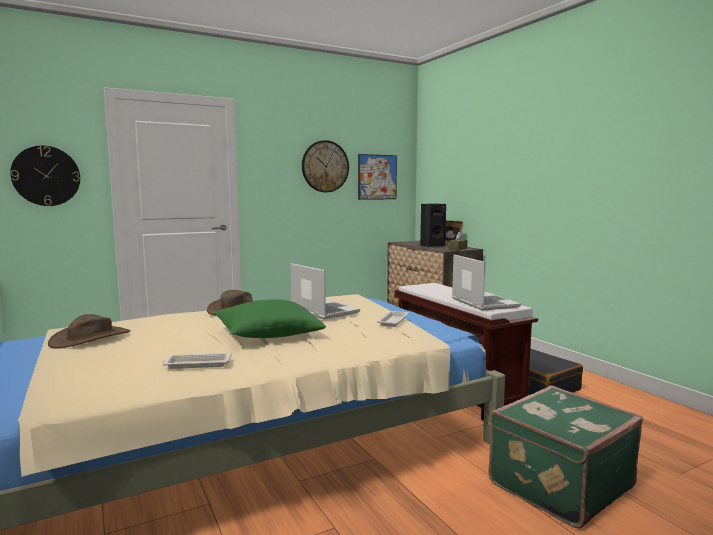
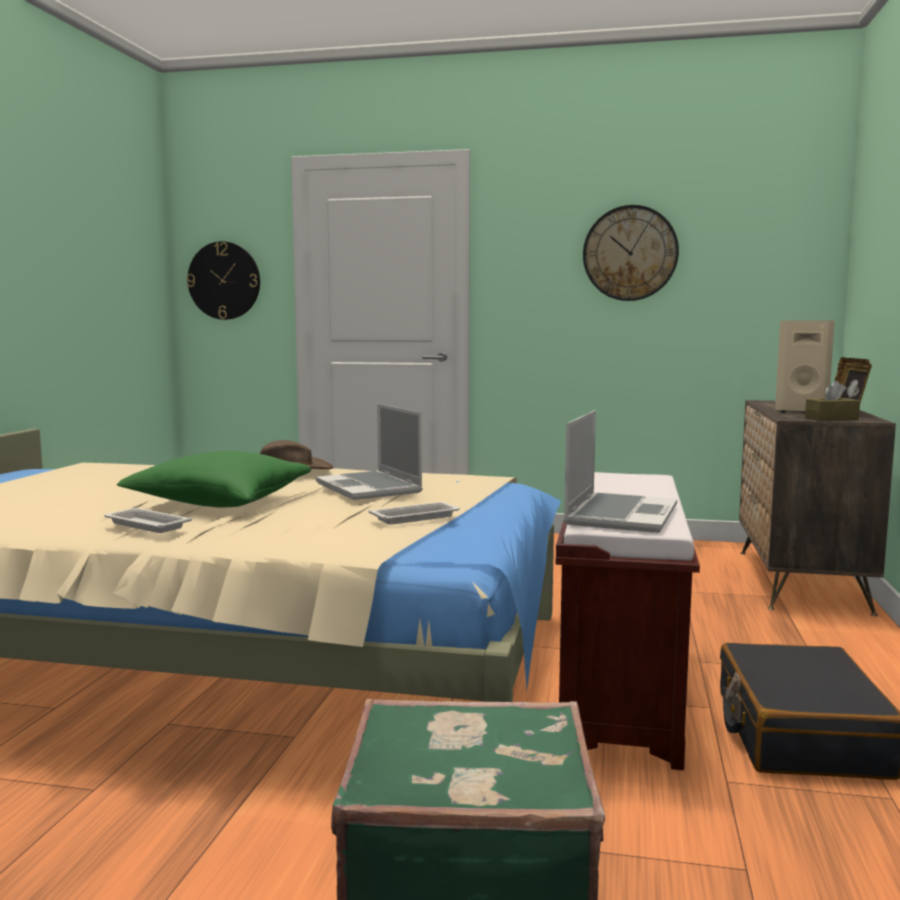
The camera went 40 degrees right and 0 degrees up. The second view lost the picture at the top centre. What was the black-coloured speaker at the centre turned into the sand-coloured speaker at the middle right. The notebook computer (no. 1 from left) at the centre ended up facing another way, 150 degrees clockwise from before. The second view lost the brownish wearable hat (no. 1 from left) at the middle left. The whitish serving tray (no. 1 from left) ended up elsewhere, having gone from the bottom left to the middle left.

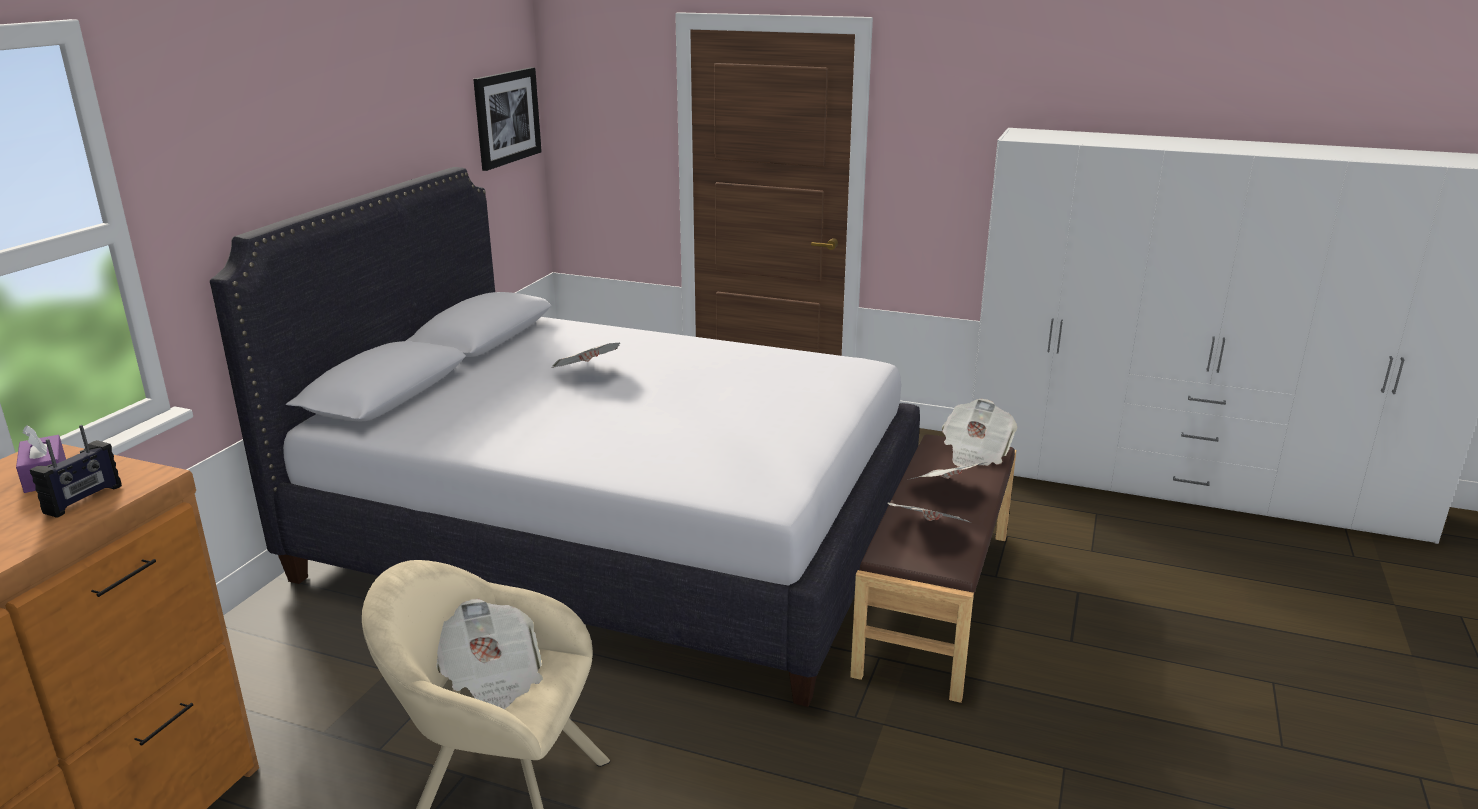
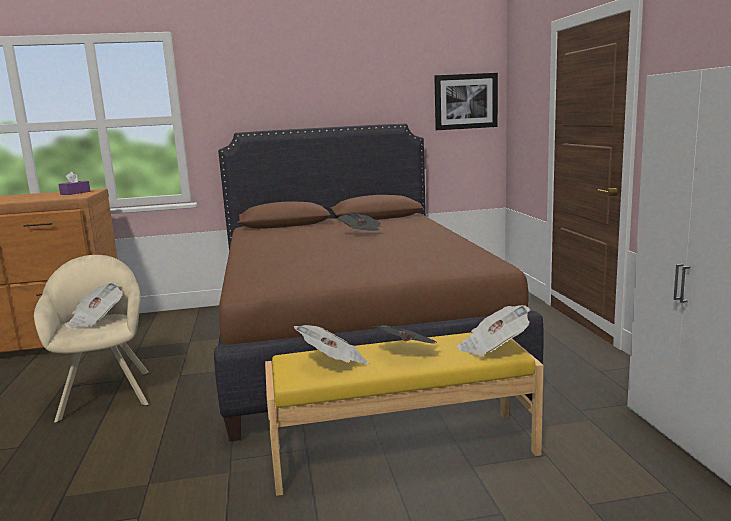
The camera went 60 degrees right and 10 degrees down. What was the whitish bedroom bed at the centre turned into the brownish bedroom bed at the centre. The second view lost the radio set at the middle left. What was the brownish indoor bench at the bottom centre turned into the yellowish indoor bench at the bottom centre.

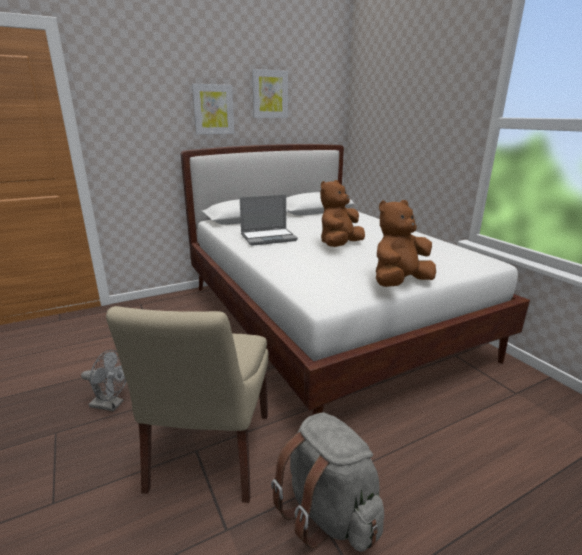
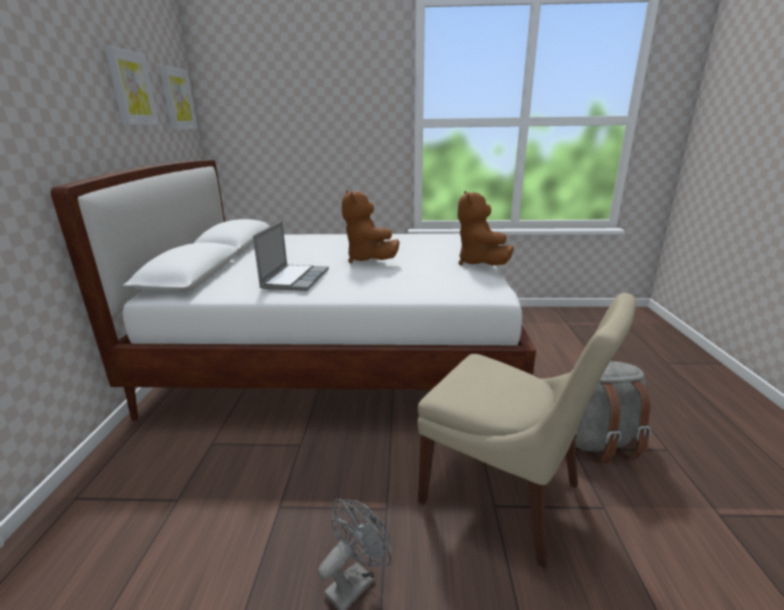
The camera went 60 degrees left and 0 degrees up. The picture (no. 1 from left in the first image) ended up elsewhere, having gone from the top centre to the top left.

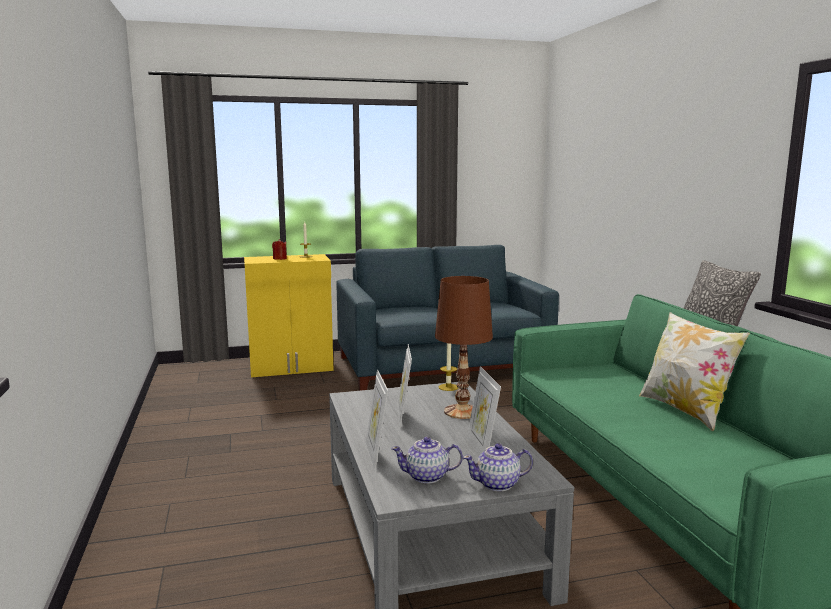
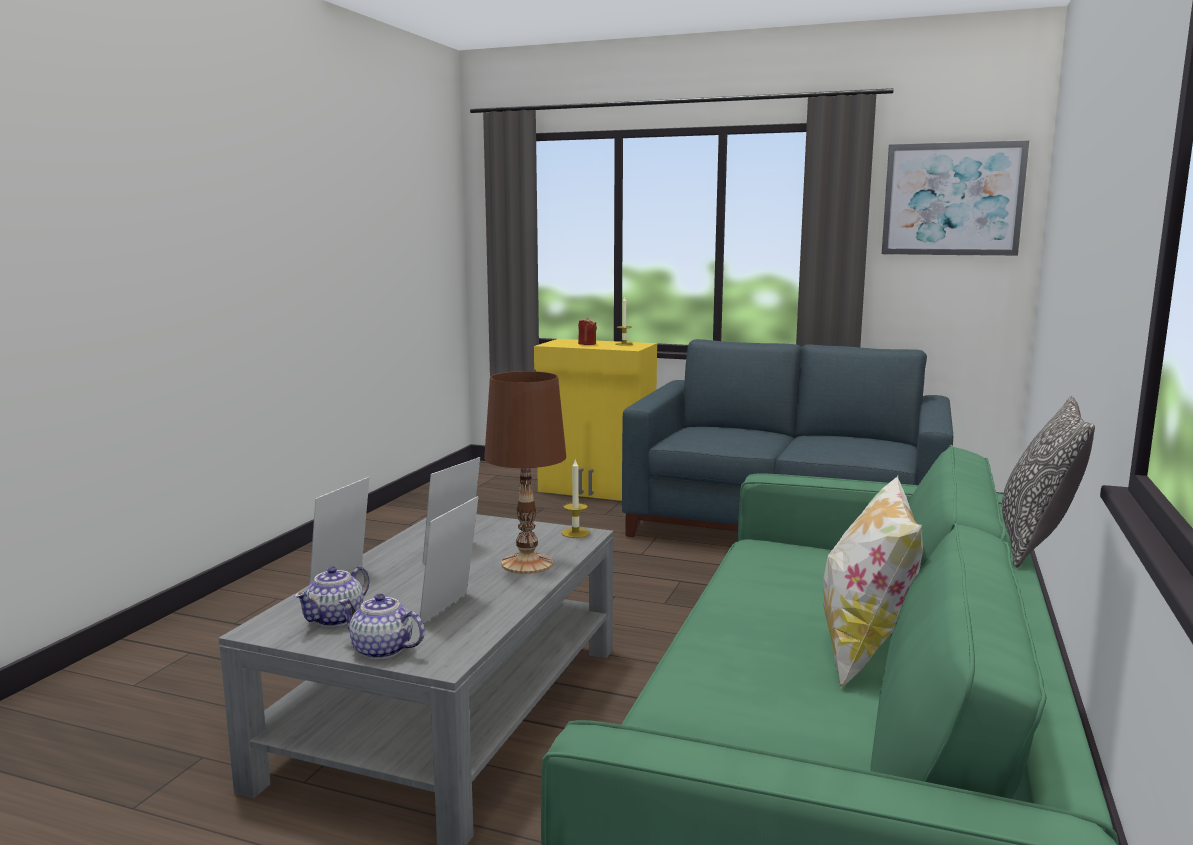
The camera went 35 degrees right and 0 degrees up. The pot for tea (no. 1 from left) at the bottom centre ended up facing another way, 90 degrees counterclockwise from before. The second view gained the picture at the top right.

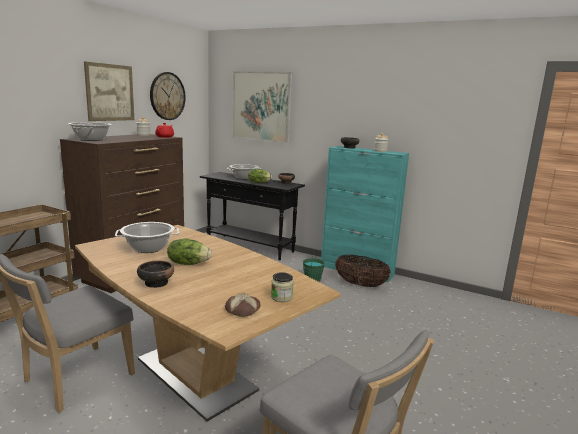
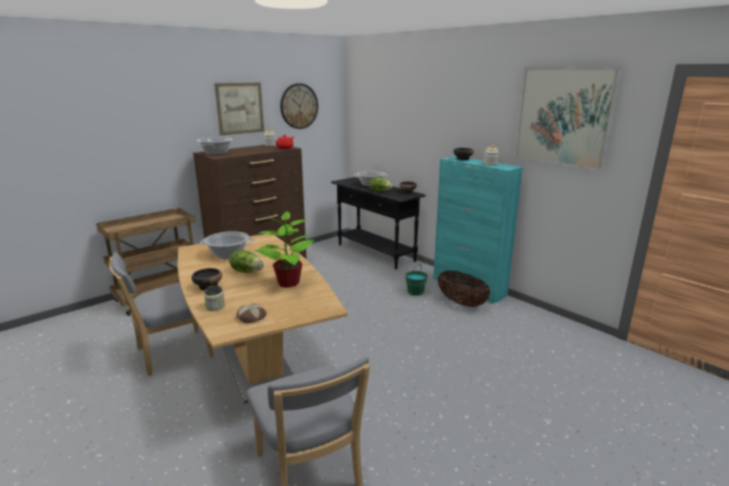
The camera went 20 degrees right and 5 degrees up. The picture (no. 2 from left) ended up elsewhere, having gone from the top centre to the top right. The storage jar (no. 2 from left in the first image) ended up elsewhere, having gone from the centre to the middle left. The second view gained the plant in a pot at the centre.

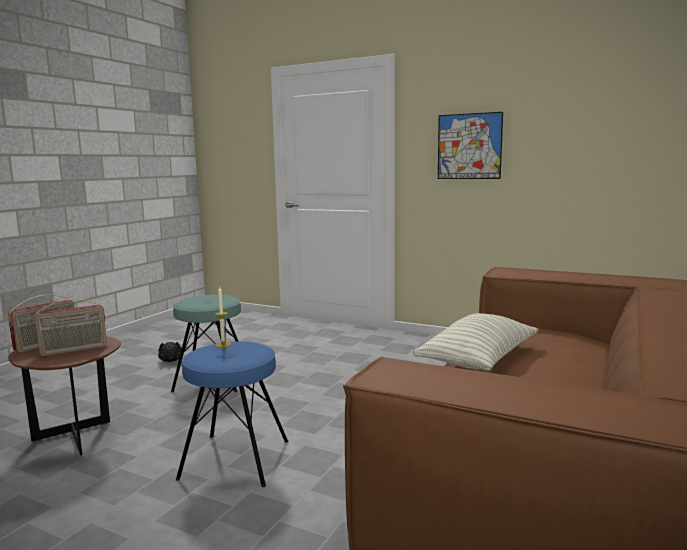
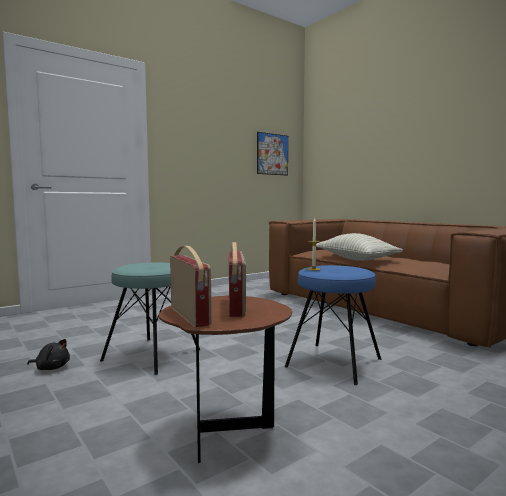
The camera went 65 degrees left and 5 degrees down. The picture ended up elsewhere, having gone from the top right to the top centre.

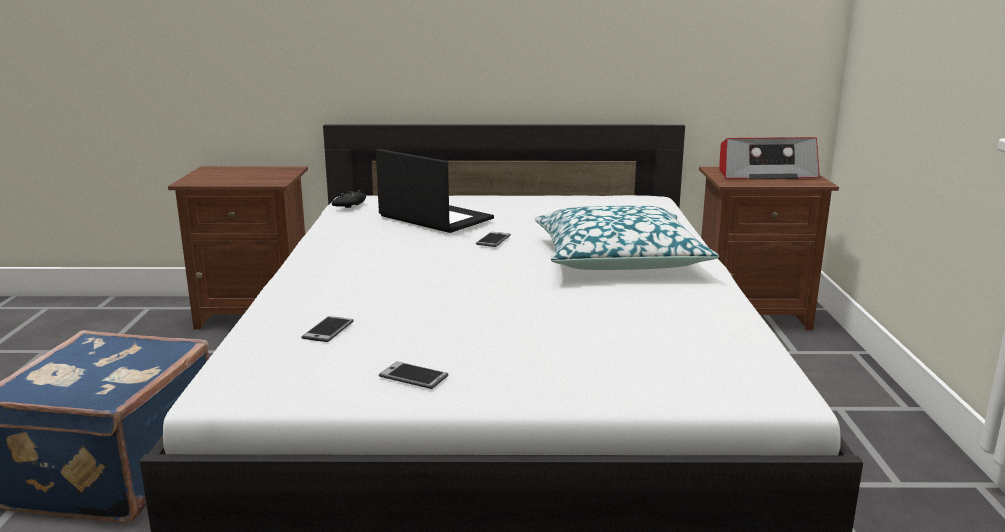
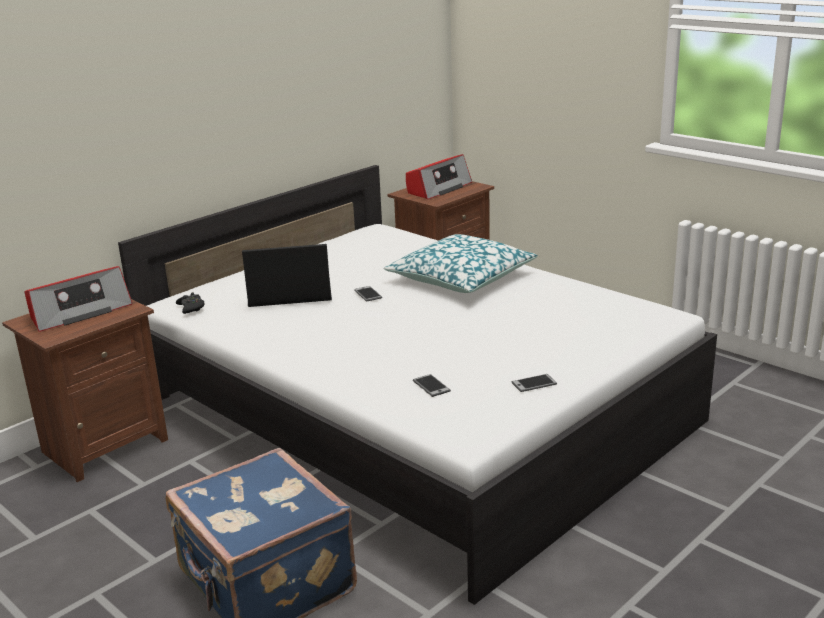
The camera went 45 degrees left and 5 degrees up. The second view gained the radio set (no. 1 from left) at the middle left.

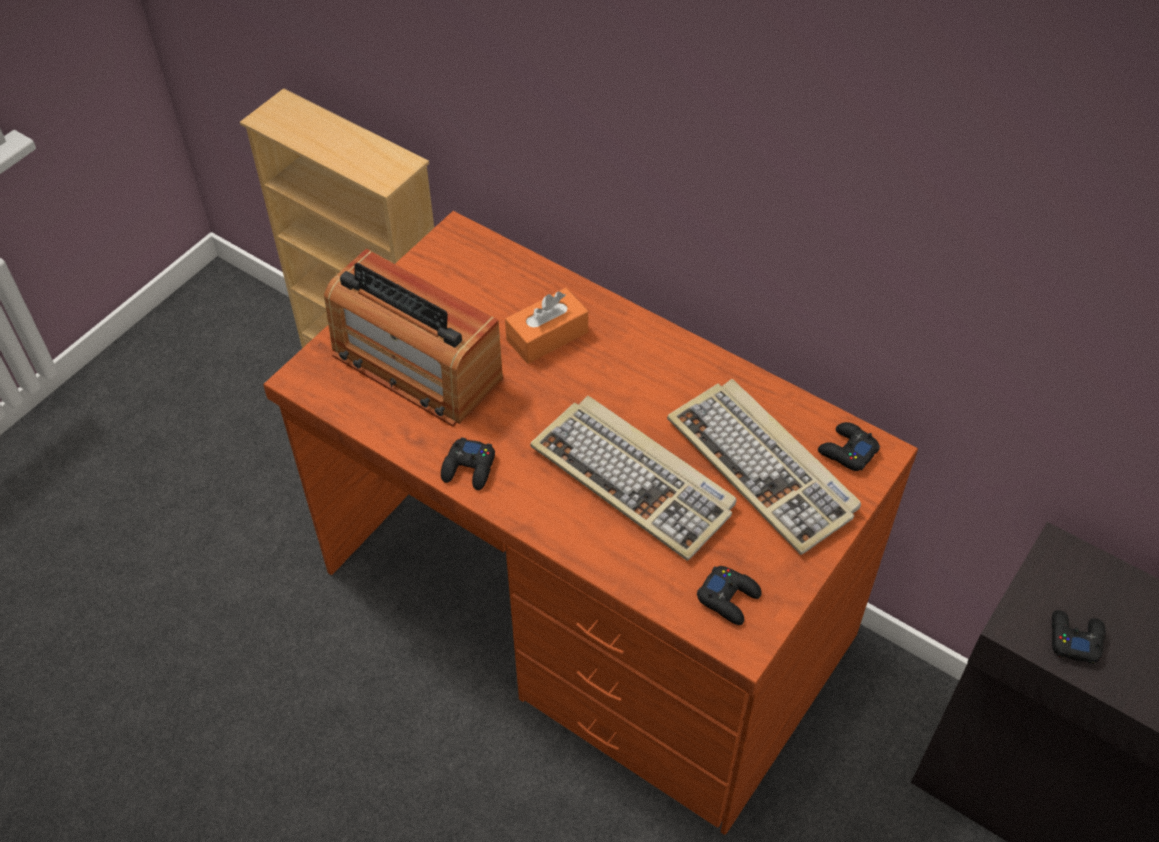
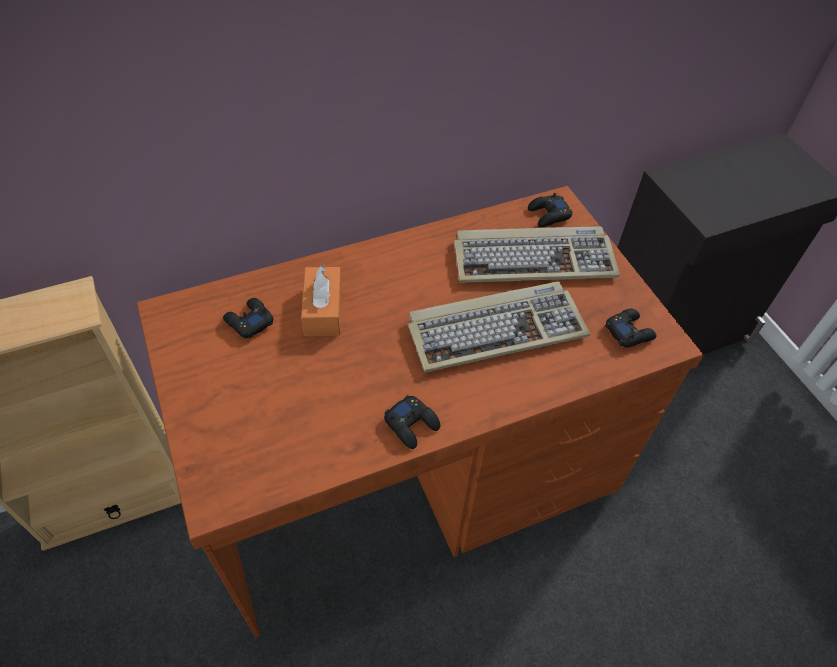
The camera went 60 degrees left and 0 degrees up. The second view lost the radio set at the centre. The black-coloured game controller (no. 4 from left in the first image) ended up elsewhere, having gone from the bottom right to the middle left.

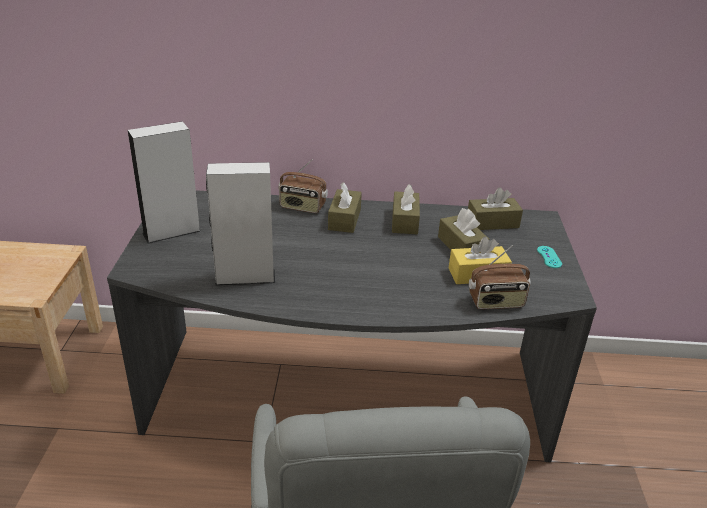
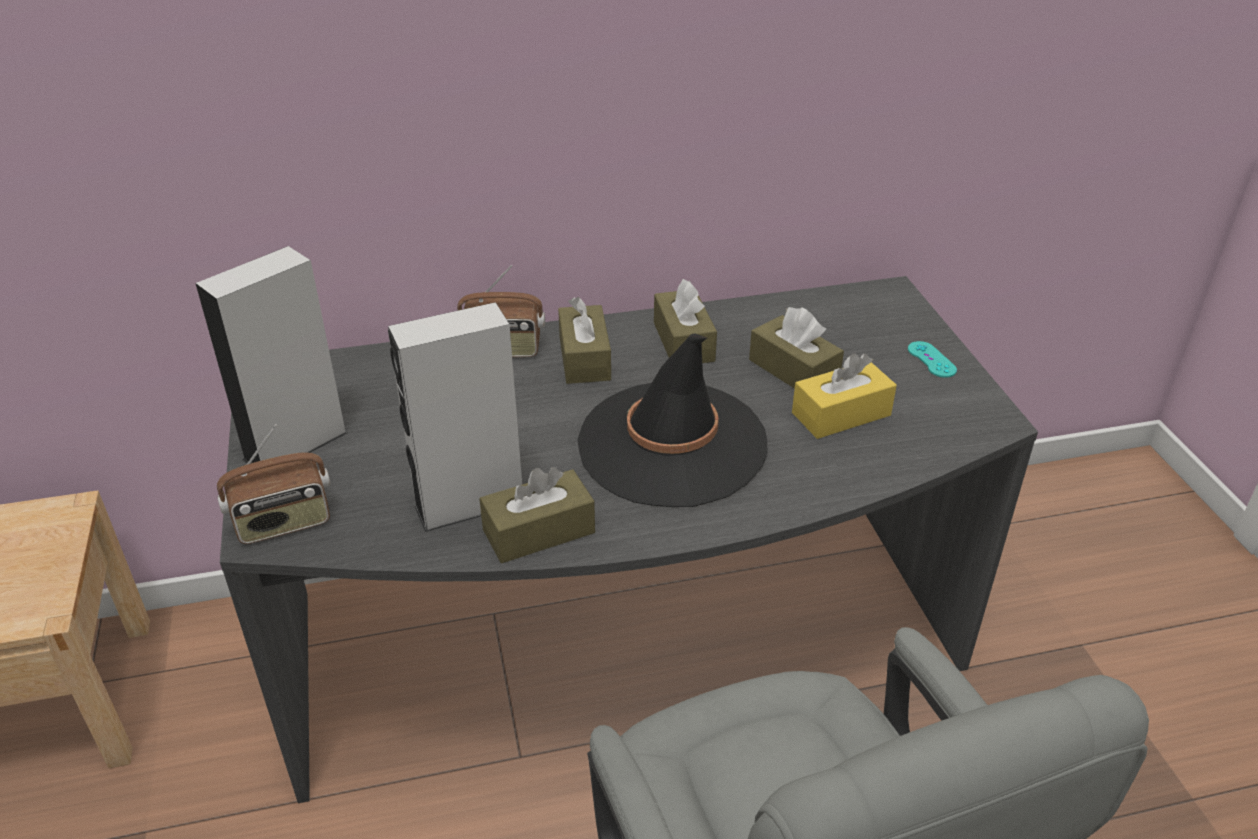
The camera went 15 degrees left and 5 degrees up. The brownish box of tissues (no. 4 from left in the first image) ended up elsewhere, having gone from the middle right to the centre. The radio set (no. 2 from left in the first image) ended up elsewhere, having gone from the middle right to the middle left. The second view gained the black-coloured wearable hat at the centre.

